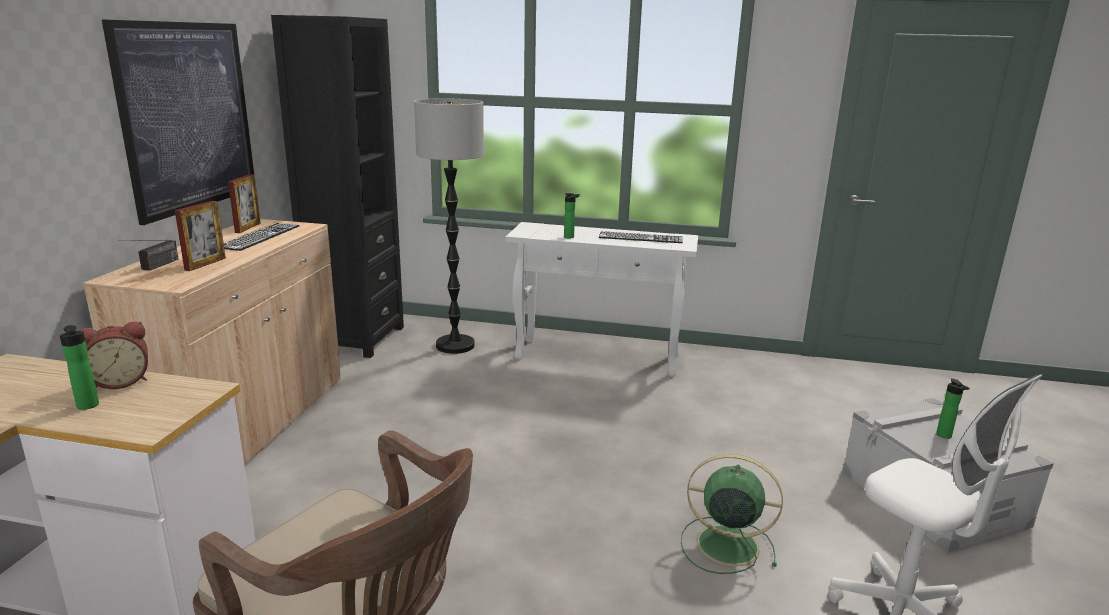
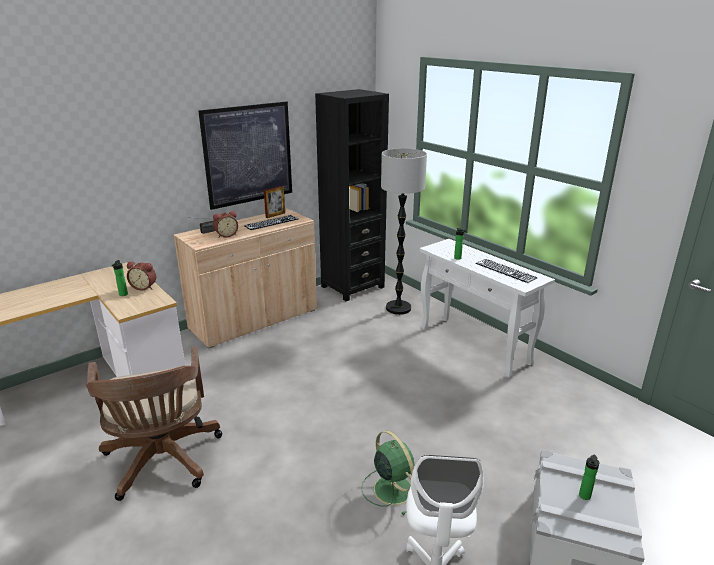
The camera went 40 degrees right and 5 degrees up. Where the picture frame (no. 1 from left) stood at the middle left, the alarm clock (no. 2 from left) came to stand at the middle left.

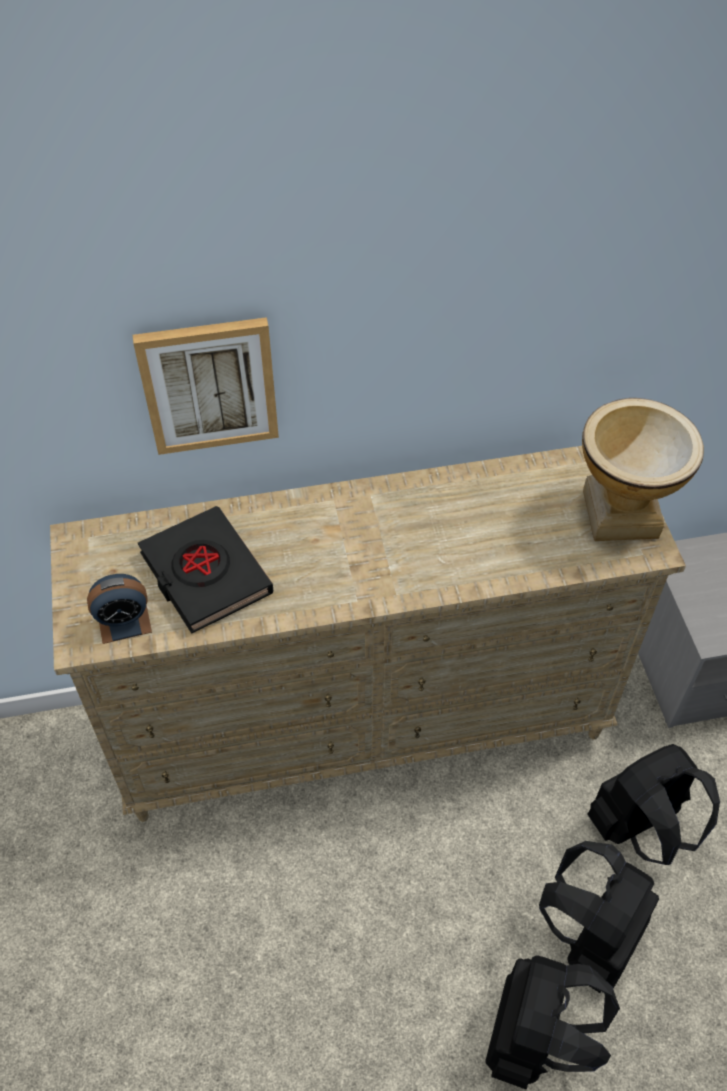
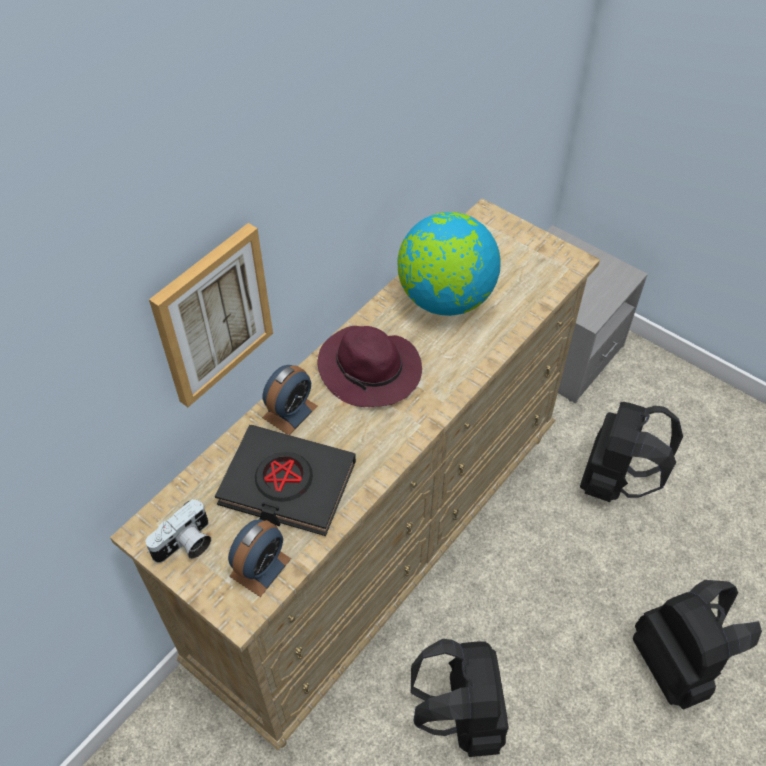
The camera went 40 degrees left and 0 degrees up. The second view lost the vase at the middle right. The black-coloured rucksack (no. 2 from left in the first image) ended up elsewhere, having gone from the bottom right to the bottom centre. The second view gained the globe at the centre. The second view gained the purplish wearable hat at the centre. The second view gained the alarm clock (no. 2 from left) at the centre. The second view gained the photo camera at the bottom left.

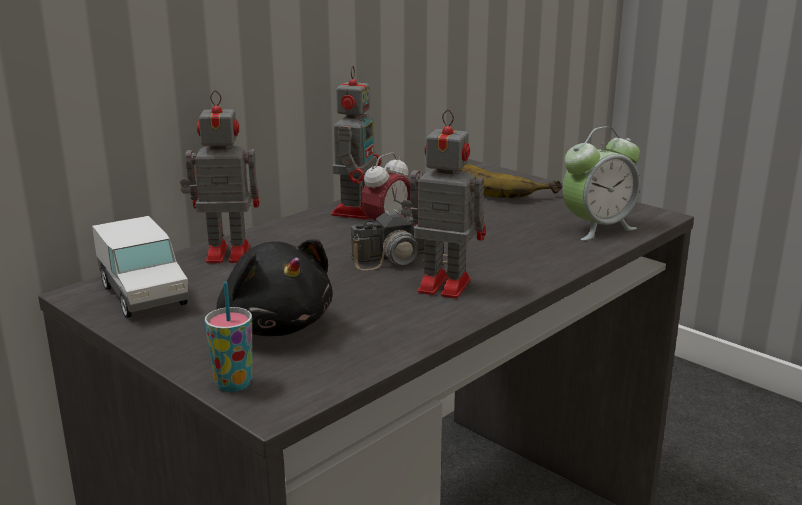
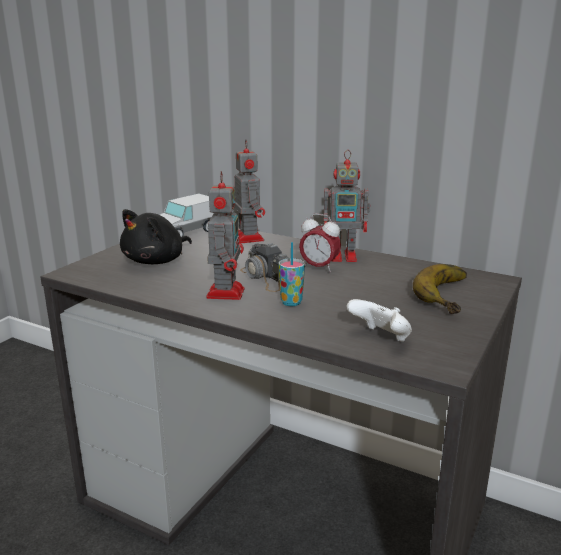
The camera went 75 degrees right and 0 degrees up. Where the alarm clock (no. 2 from left) stood at the middle right, the whitish game controller came to stand at the middle right. The small cup ended up elsewhere, having gone from the bottom left to the centre.

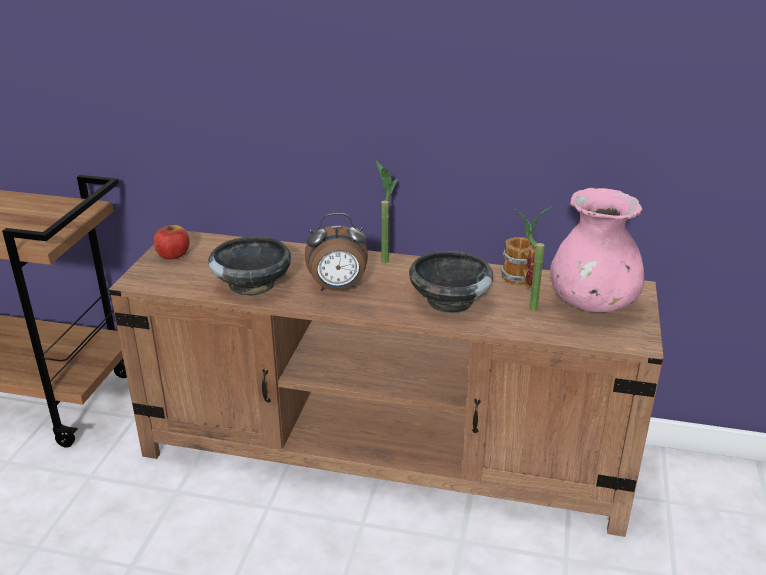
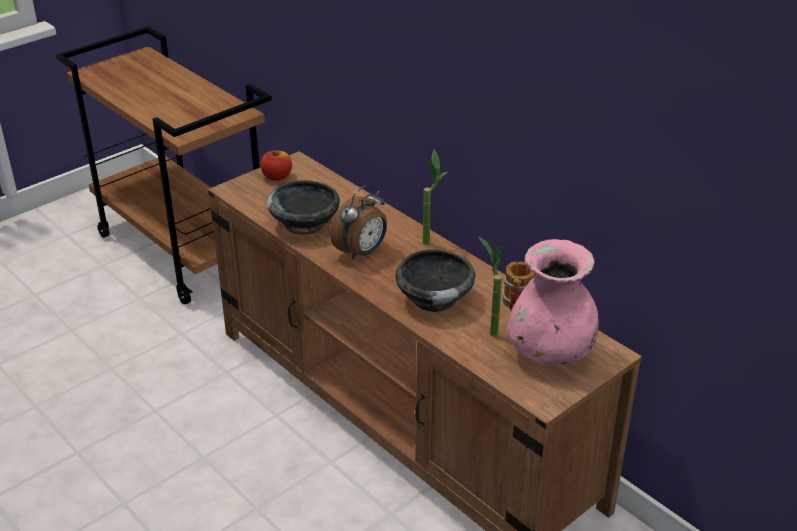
The camera went 35 degrees right and 5 degrees up. The alarm clock at the centre ended up facing another way, 75 degrees counterclockwise from before.

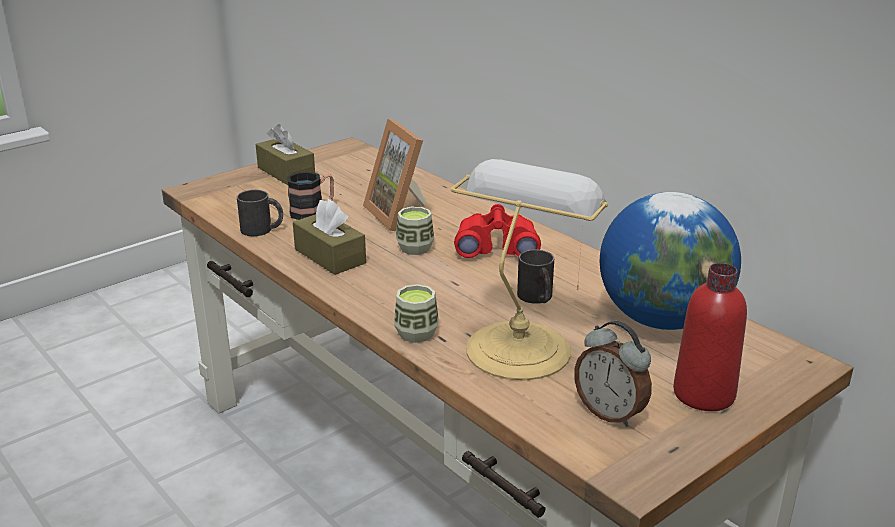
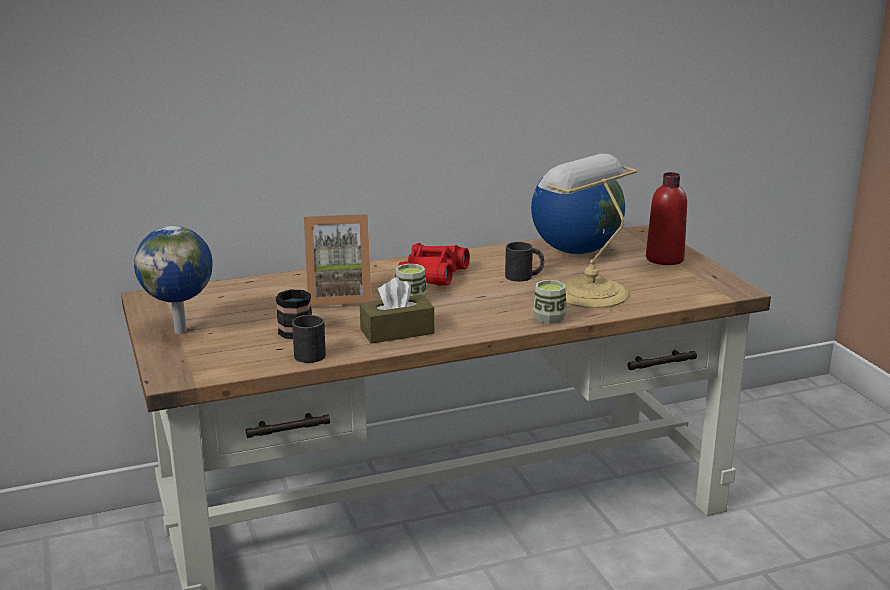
The camera went 70 degrees left and 5 degrees down. Where the brownish box of tissues (no. 1 from left) stood at the top left, the globe (no. 1 from left) came to stand at the middle left. The second view lost the alarm clock at the bottom right.

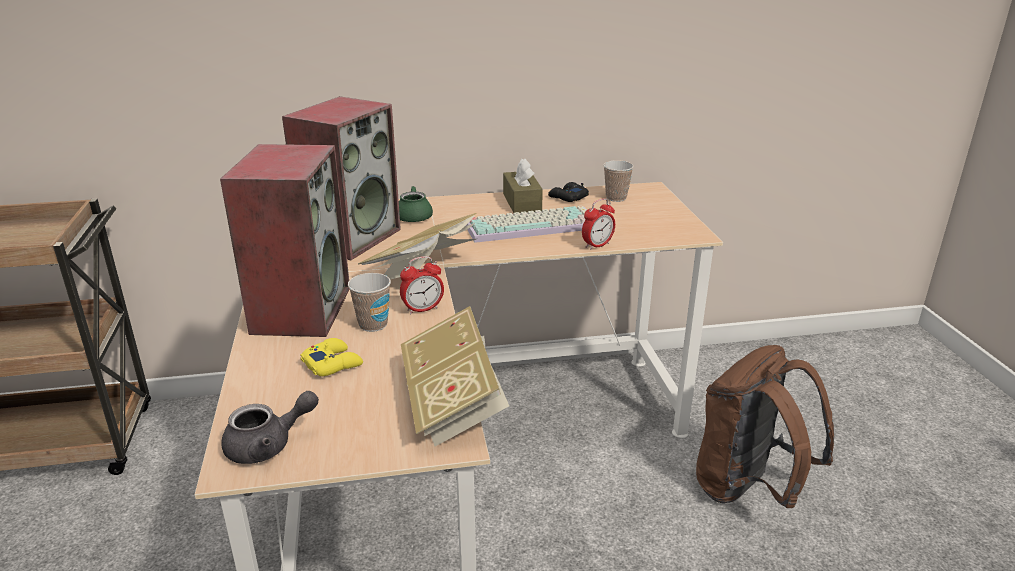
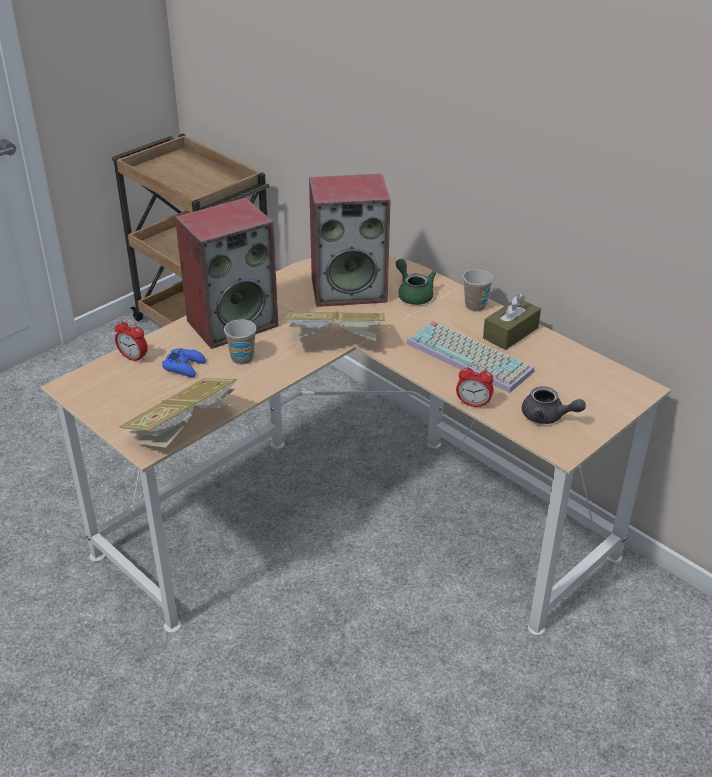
The camera went 55 degrees right and 10 degrees up. The small cup (no. 2 from left) ended up elsewhere, having gone from the top centre to the middle right. The second view lost the black-coloured game controller at the centre. The alarm clock (no. 1 from left) ended up elsewhere, having gone from the centre to the middle left. What was the yellowish game controller at the middle left turned into the blue game controller at the middle left. The second view lost the brownish rucksack at the bottom right. The gray pot for tea ended up elsewhere, having gone from the bottom left to the middle right.

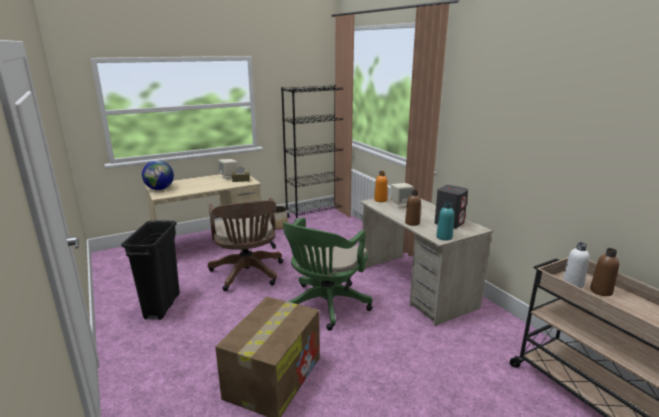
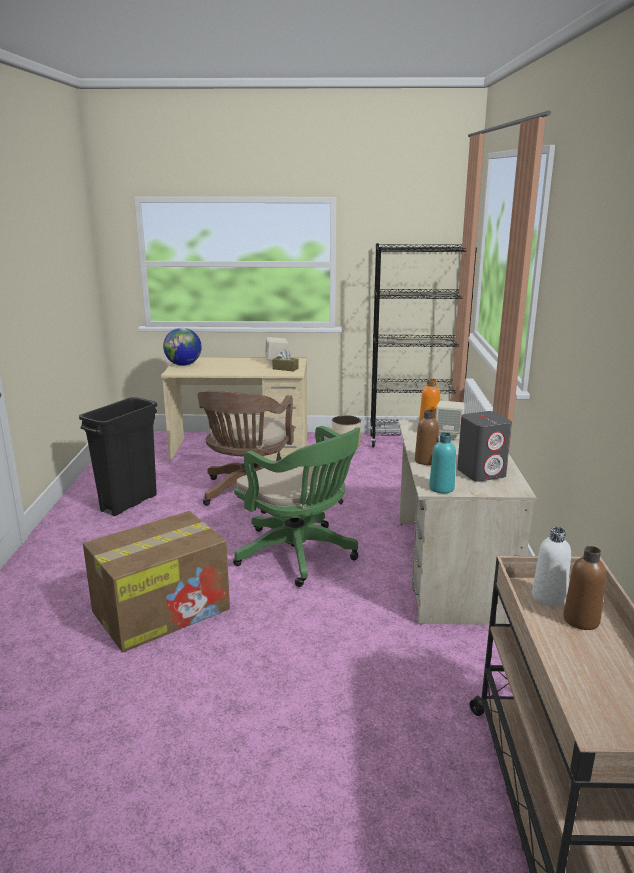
The camera went 30 degrees right and 0 degrees up. The greenish computer chair at the centre ended up facing another way, 105 degrees counterclockwise from before.

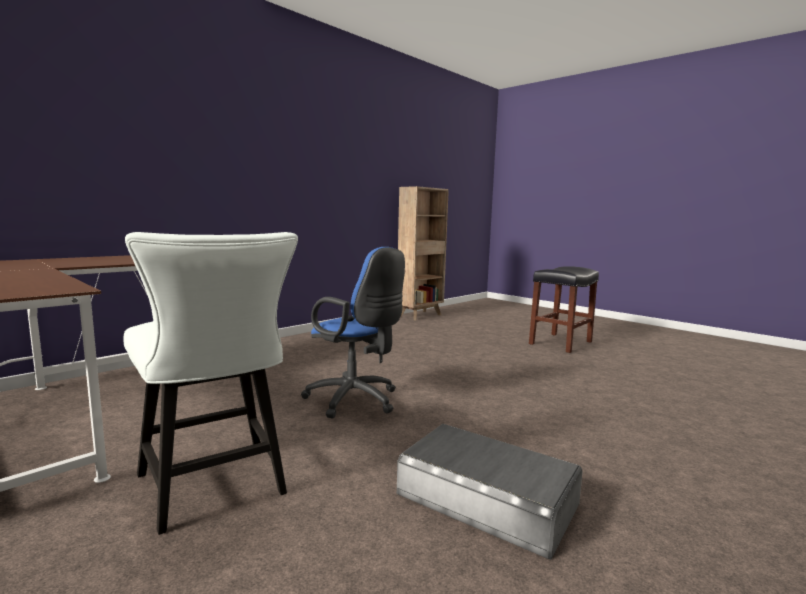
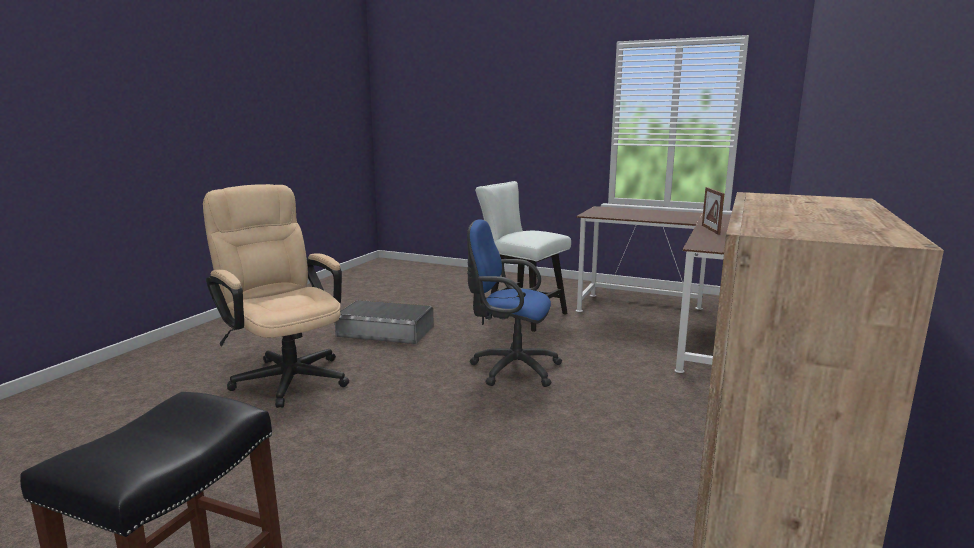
The camera went 160 degrees right and 5 degrees up. The second view gained the sand-coloured computer chair at the middle left. The second view gained the picture frame at the middle right.

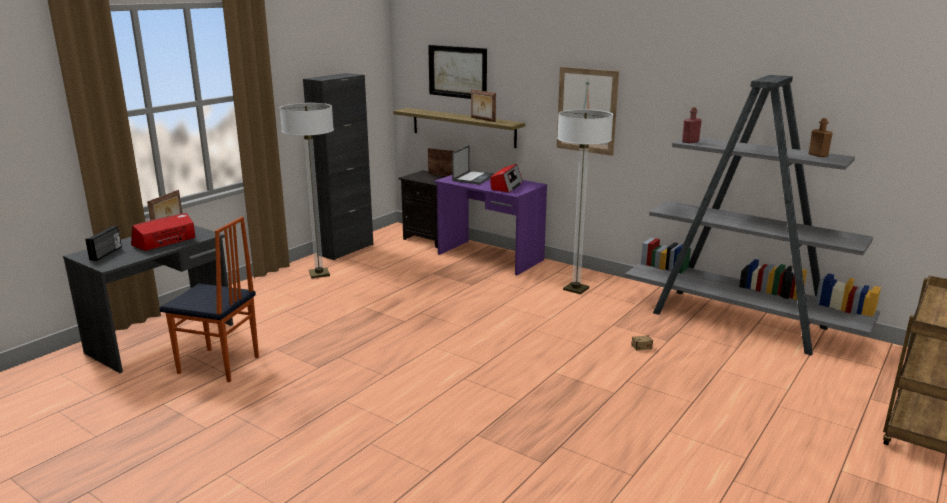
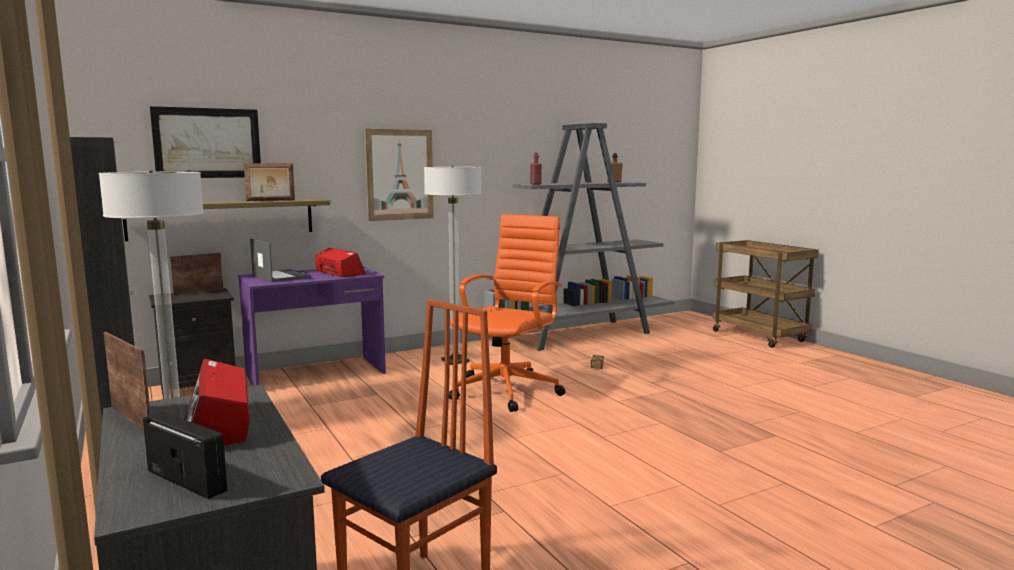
The camera went 65 degrees left and 10 degrees down. The second view gained the orangey computer chair at the centre.

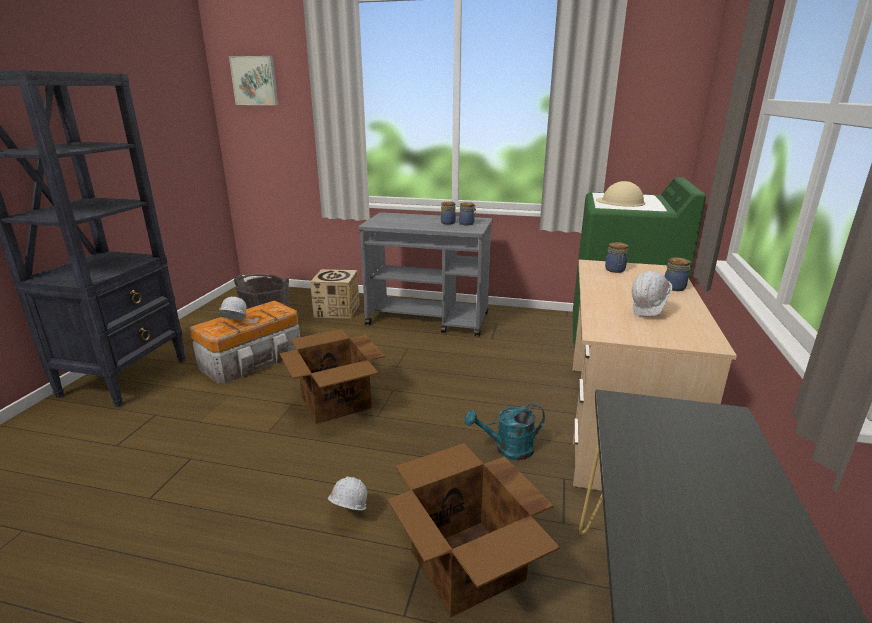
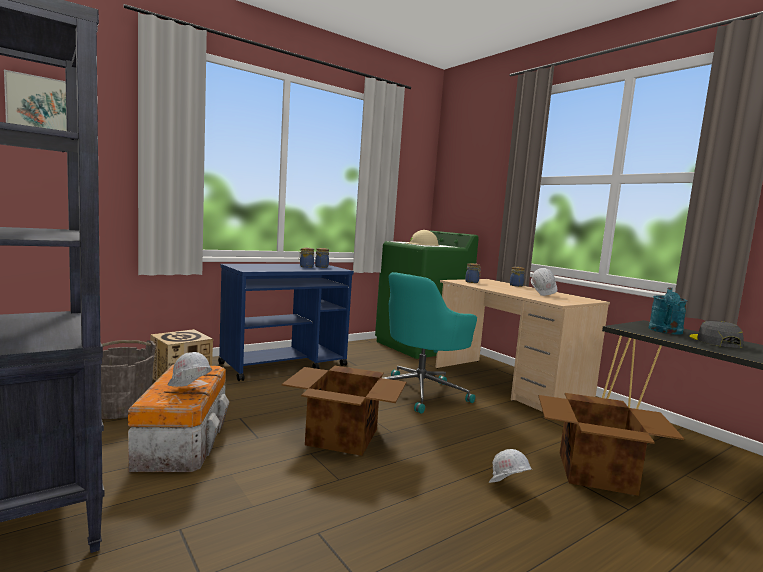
The camera went 50 degrees left and 15 degrees down. What was the gray wheeled cart at the centre turned into the blue wheeled cart at the centre. The blue-green watering pot ended up elsewhere, having gone from the bottom centre to the middle right. The second view gained the blue-green computer chair at the centre. The second view gained the gray baseball cap at the middle right.

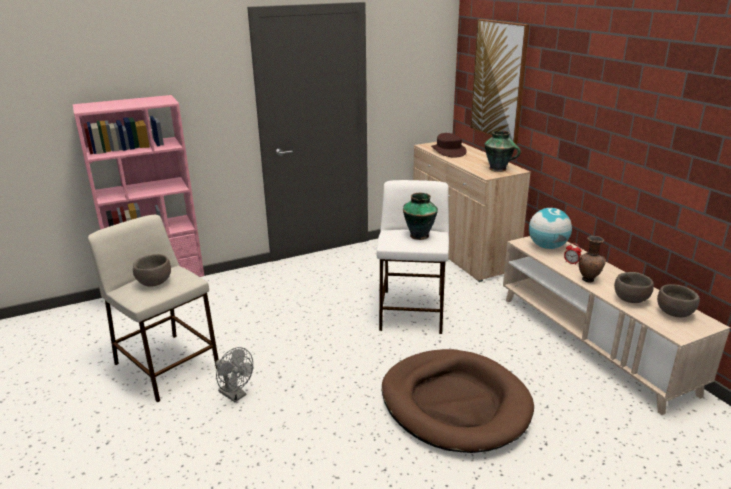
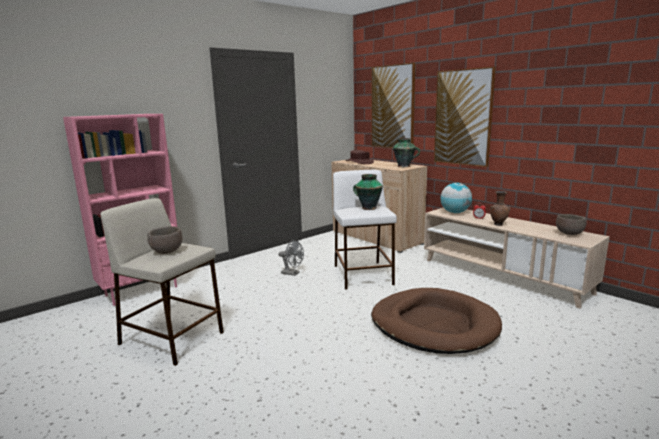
The camera went 15 degrees left and 10 degrees down. The second view lost the brownish deep dish (no. 2 from left) at the middle right. The gray electric fan ended up elsewhere, having gone from the bottom left to the centre. The second view gained the picture (no. 2 from left) at the top right.

